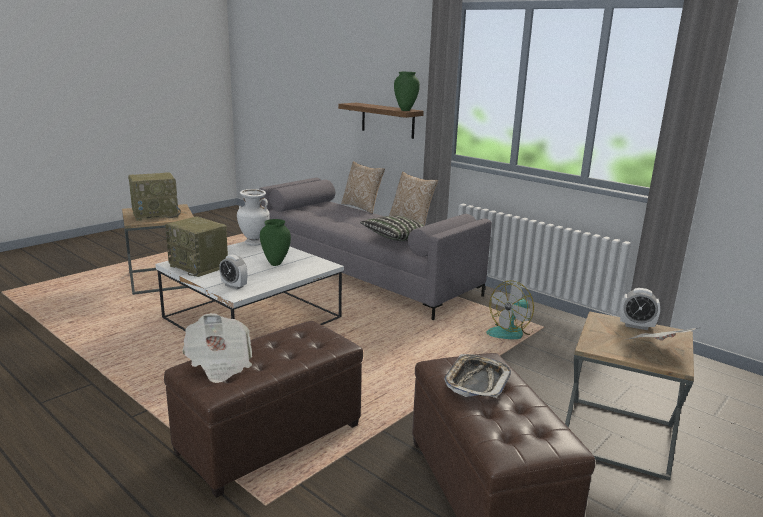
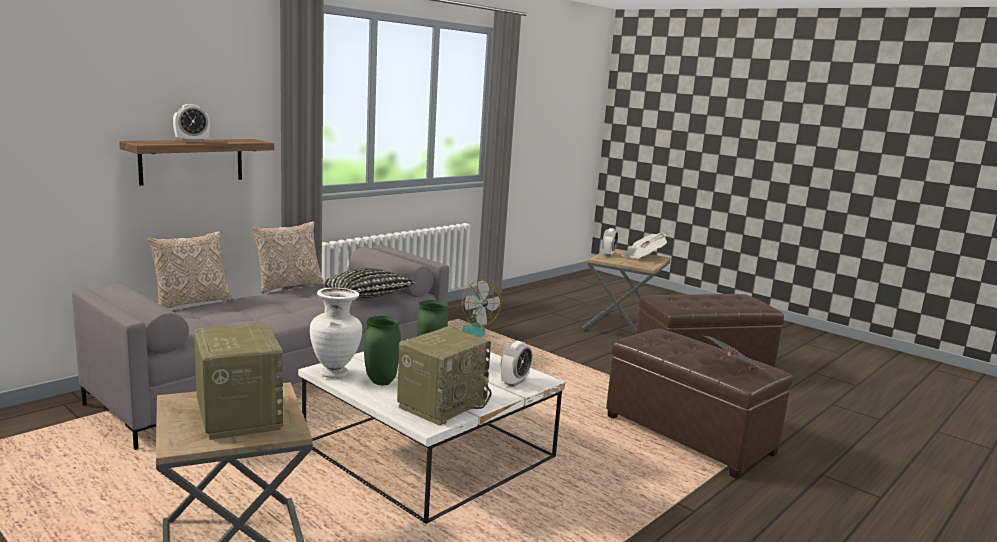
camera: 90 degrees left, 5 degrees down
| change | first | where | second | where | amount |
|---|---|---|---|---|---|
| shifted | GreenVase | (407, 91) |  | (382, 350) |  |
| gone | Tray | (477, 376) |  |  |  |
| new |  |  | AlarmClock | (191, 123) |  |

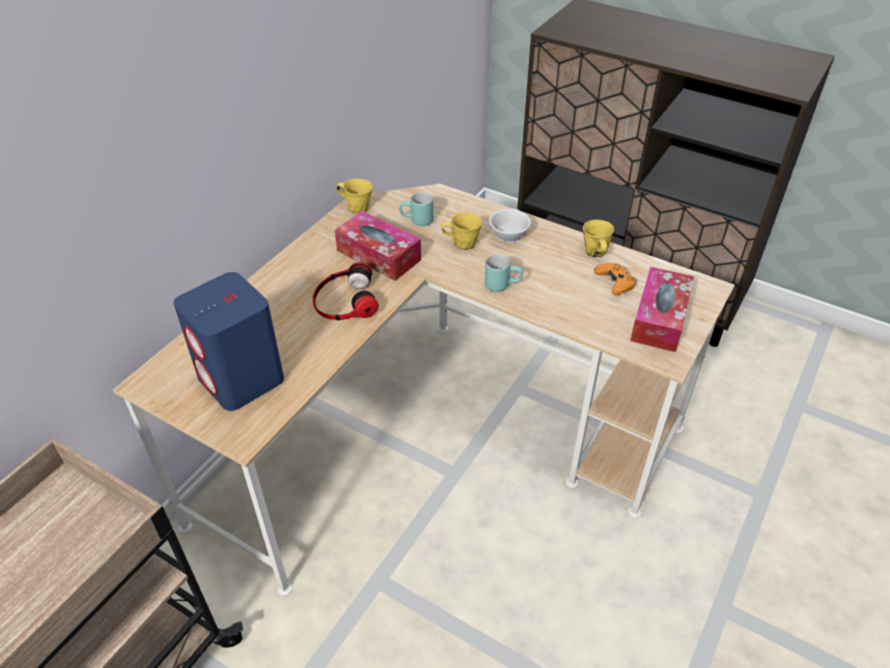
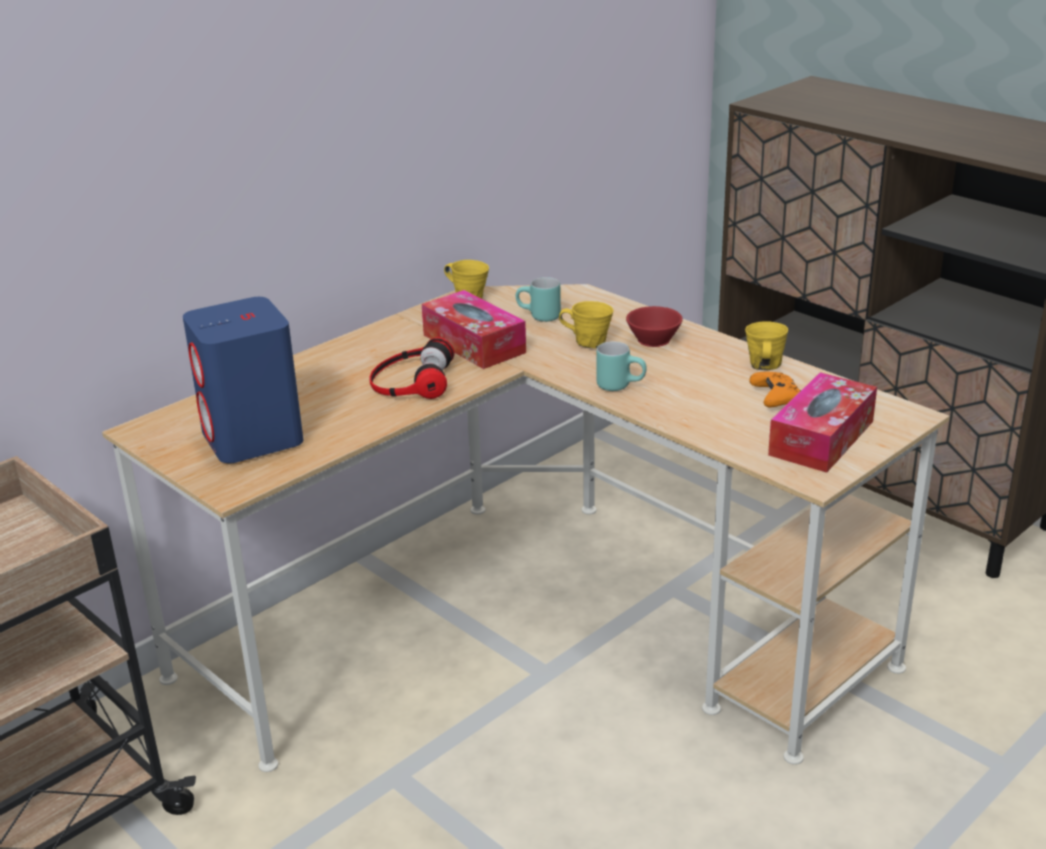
camera: 15 degrees right, 15 degrees down
| change | first | where | second | where | amount |
|---|---|---|---|---|---|
| repainted | WhiteCup | (510, 226) | RedCup | (654, 326) |  |

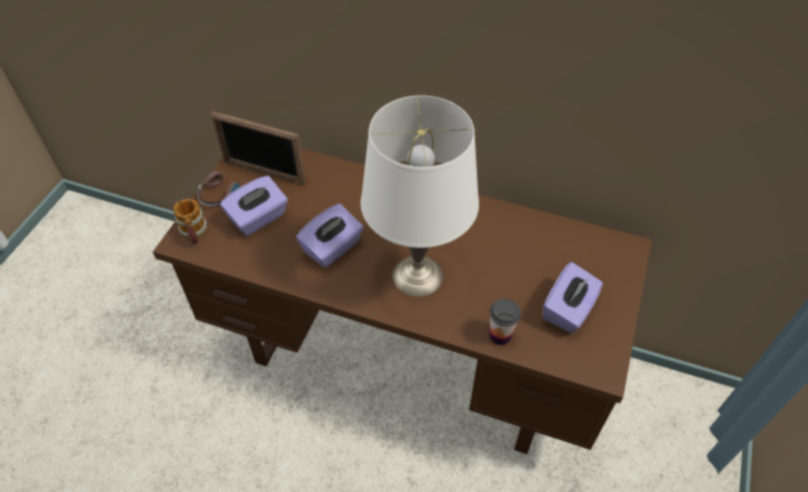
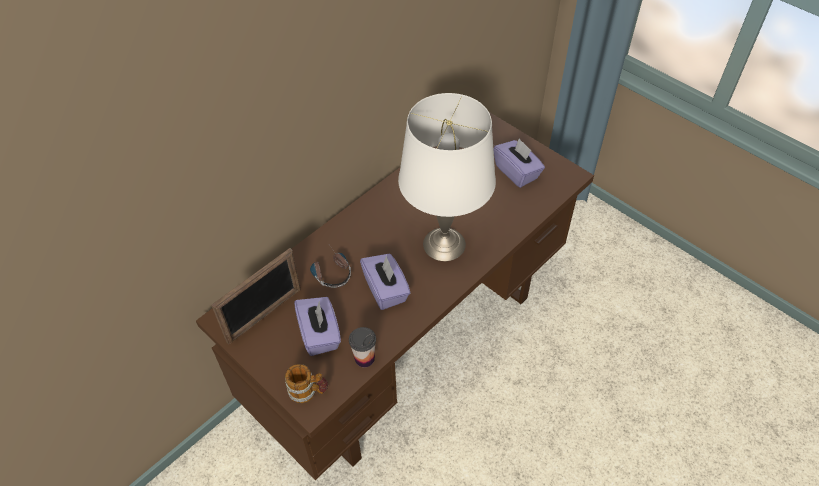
camera: 65 degrees left, 0 degrees up
| change | first | where | second | where | amount |
|---|---|---|---|---|---|
| shifted | Headphones | (223, 188) |  | (330, 270) |  |
| shifted | Cup | (505, 322) |  | (362, 347) |  |

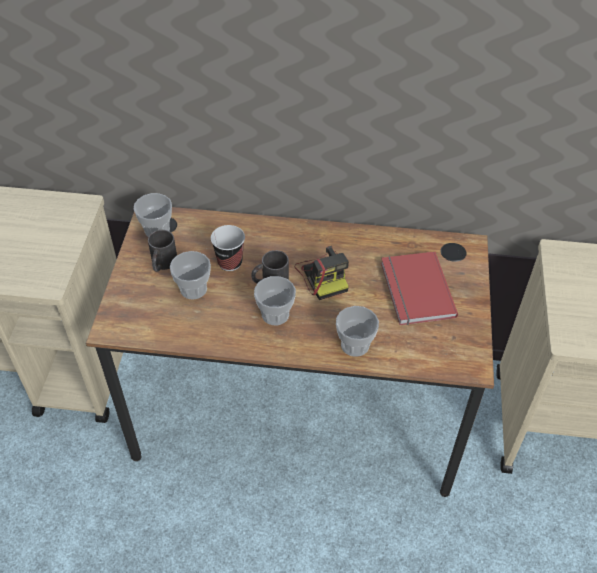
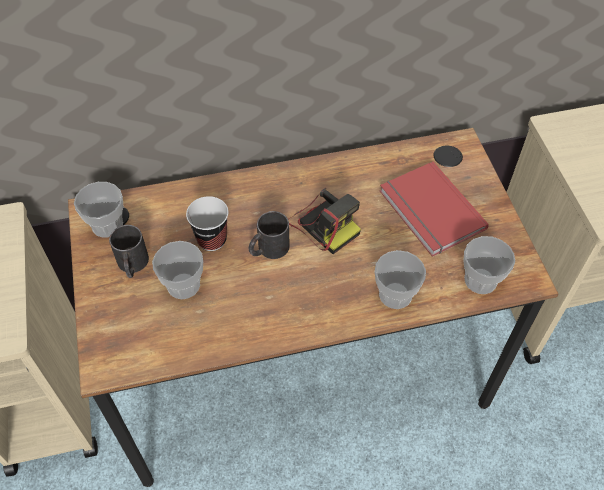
camera: 20 degrees left, 5 degrees up
| change | first | where | second | where | amount |
|---|---|---|---|---|---|
| shifted | Cup | (275, 300) |  | (489, 265) |  |

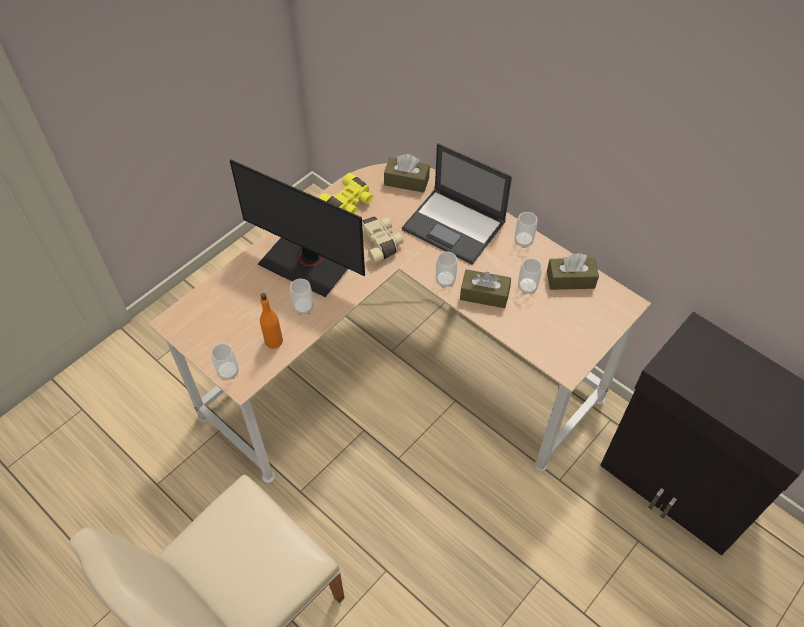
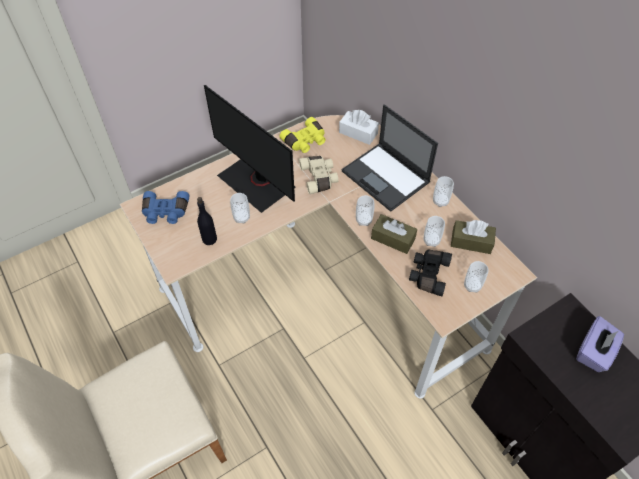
camera: 15 degrees right, 0 degrees up
| change | first | where | second | where | amount |
|---|---|---|---|---|---|
| shifted | Cup | (225, 361) |  | (476, 277) |  |
| repainted | OrangeBottle | (271, 321) | BlackBottle | (207, 221) |  |
| repainted | BrownTissueBox | (407, 173) | WhiteTissueBox | (359, 127) |  |
| new |  |  | BlueBinoculars | (165, 207) |  |
| new |  |  | BlackBinoculars | (430, 273) |  |
| new |  |  | PurpleTissueBox | (600, 344) |  |

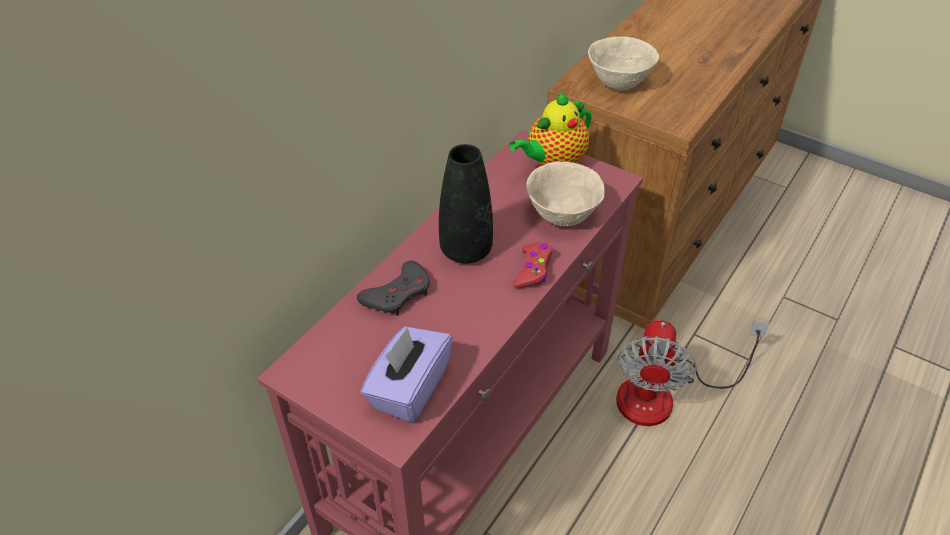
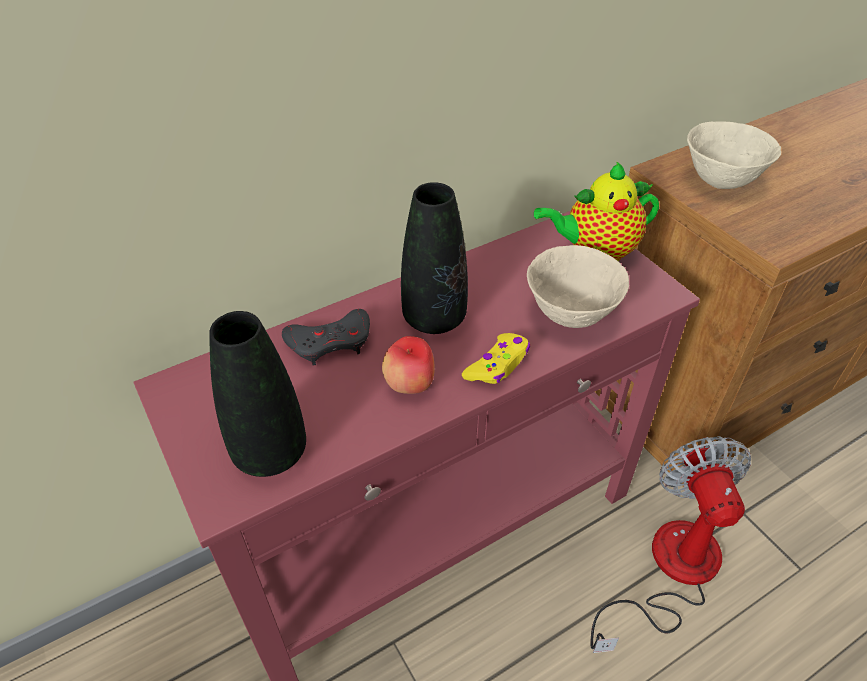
camera: 25 degrees right, 0 degrees up
| change | first | where | second | where | amount |
|---|---|---|---|---|---|
| swapped | PurpleTissueBox | (407, 374) | BlackVase | (257, 394) |  |
| repainted | RedGameController | (533, 265) | YellowGameController | (496, 358) |  |
| rotated | Fan | (692, 373) |  | (670, 544) | 135 degrees clockwise |
| new |  |  | Apple | (408, 365) |  |

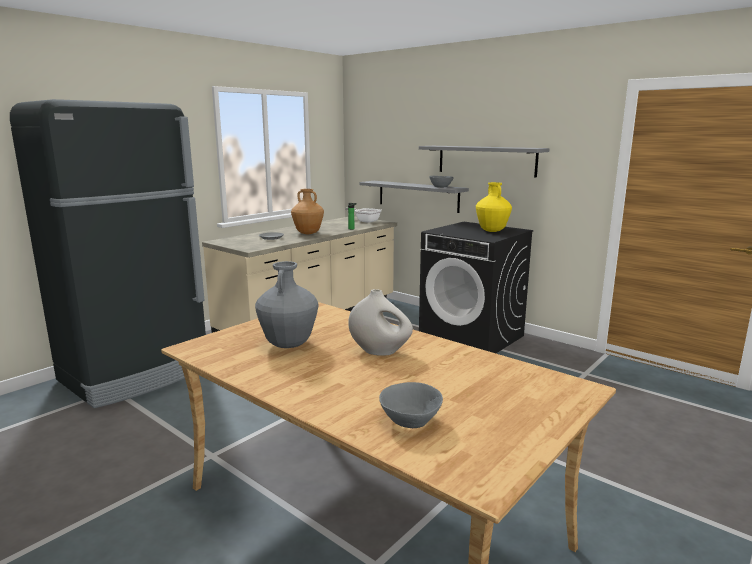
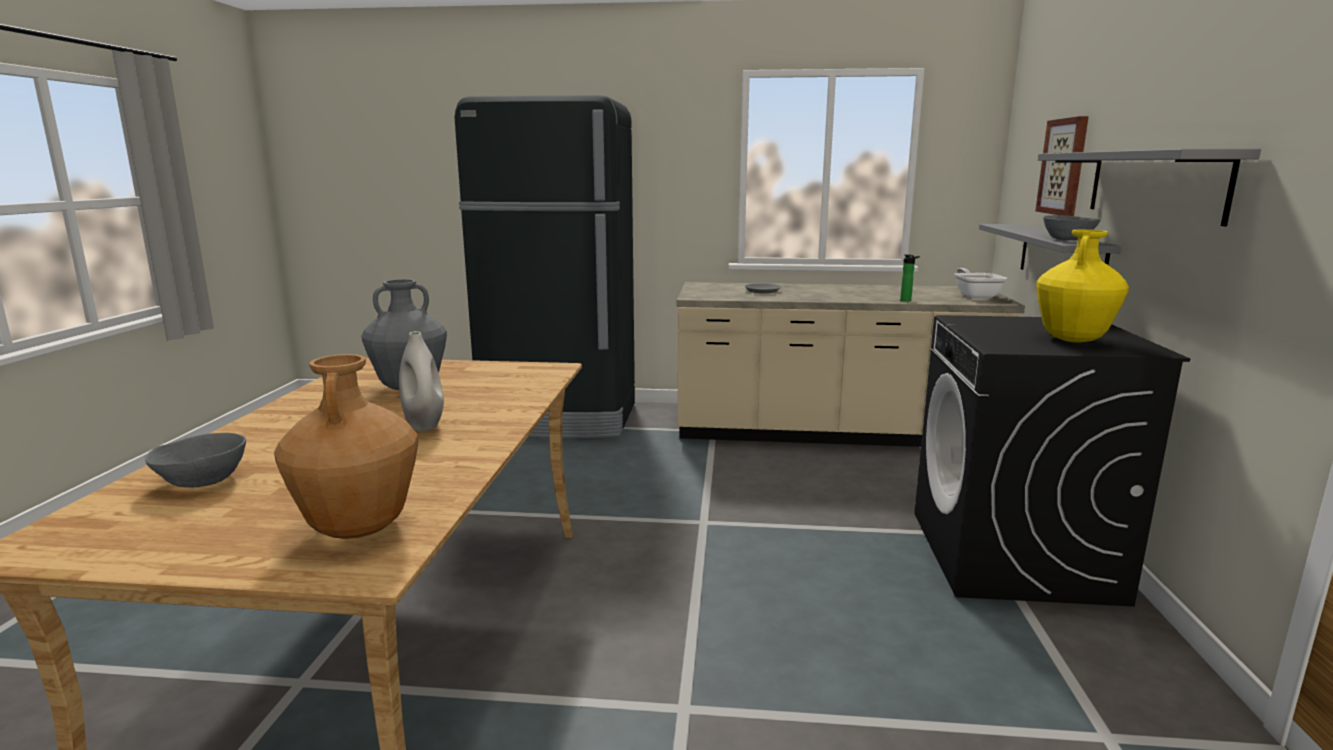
camera: 55 degrees right, 0 degrees up
| change | first | where | second | where | amount |
|---|---|---|---|---|---|
| shifted | BrownVase | (307, 211) |  | (346, 446) |  |
| new |  |  | Picture | (1062, 166) |  |

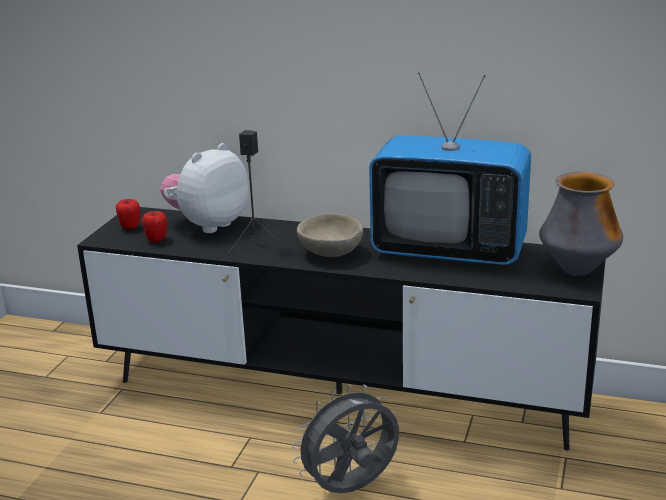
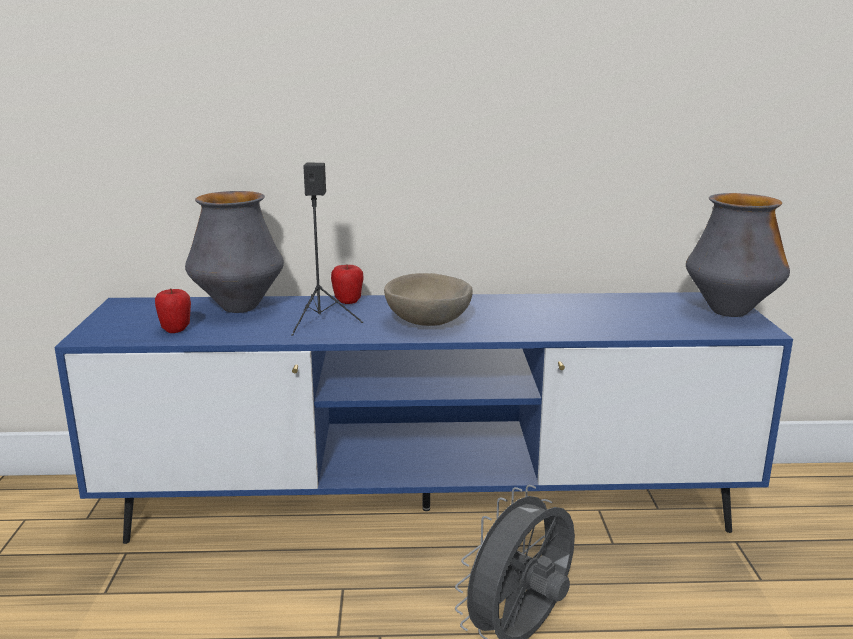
camera: 20 degrees left, 5 degrees down
| change | first | where | second | where | amount |
|---|---|---|---|---|---|
| repainted | BlackTvStand | (341, 328) | BlueTvStand | (423, 418) |  |
| shifted | Apple | (128, 214) |  | (347, 284) |  |
| swapped | PlushToy | (204, 188) | Vase | (234, 252) |  |
| gone | Television | (450, 168) |  |  |  |

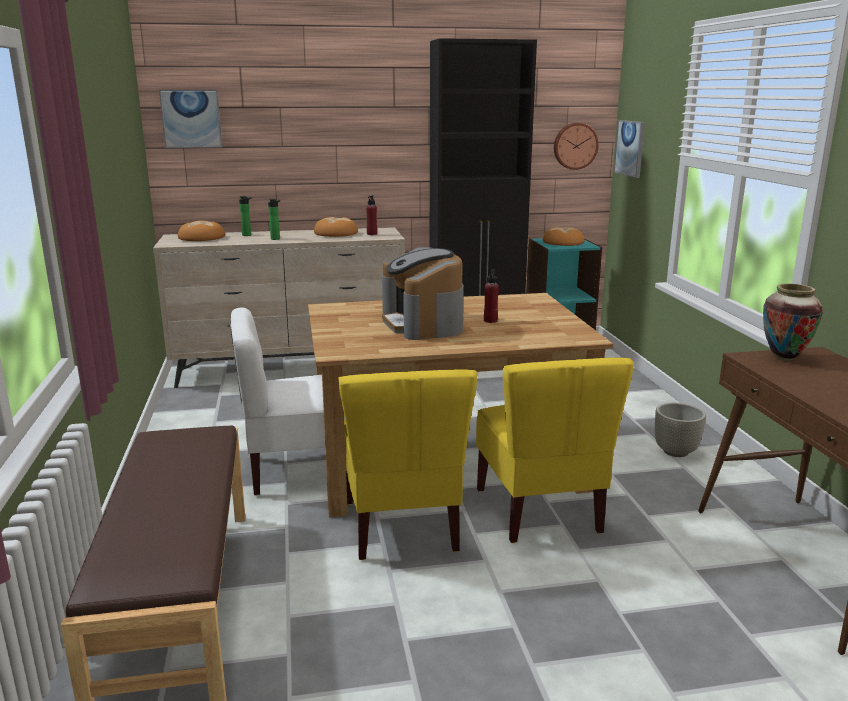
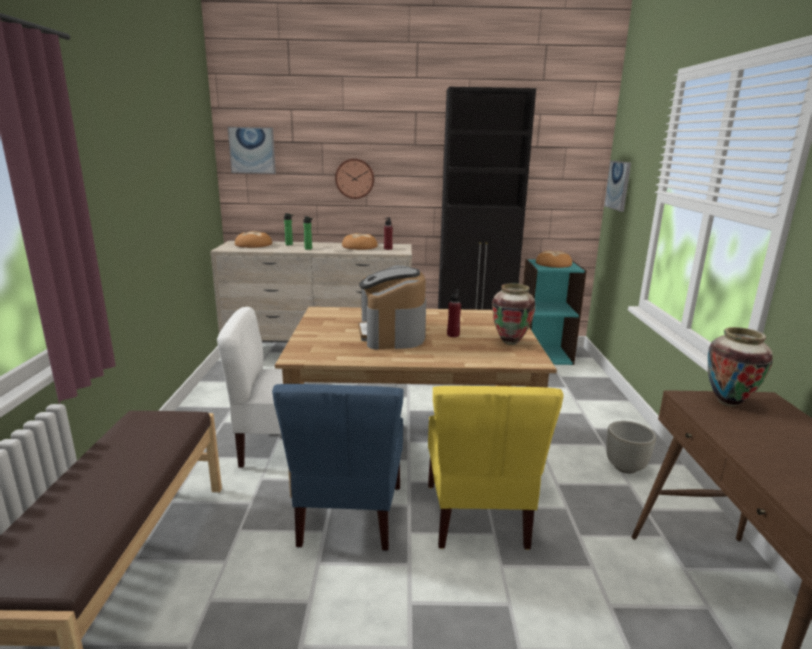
camera: 10 degrees right, 0 degrees up
| change | first | where | second | where | amount |
|---|---|---|---|---|---|
| repainted | YellowChair | (408, 464) | BlueChair | (338, 467) |  |
| shifted | WallClock | (576, 146) |  | (354, 178) |  |
| new |  |  | Vase | (514, 314) |  |

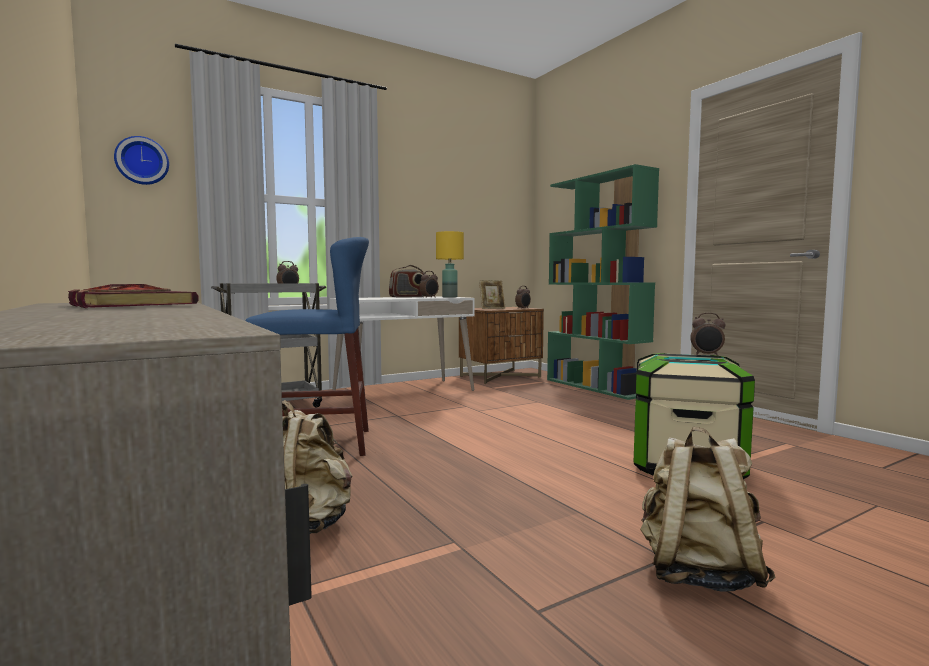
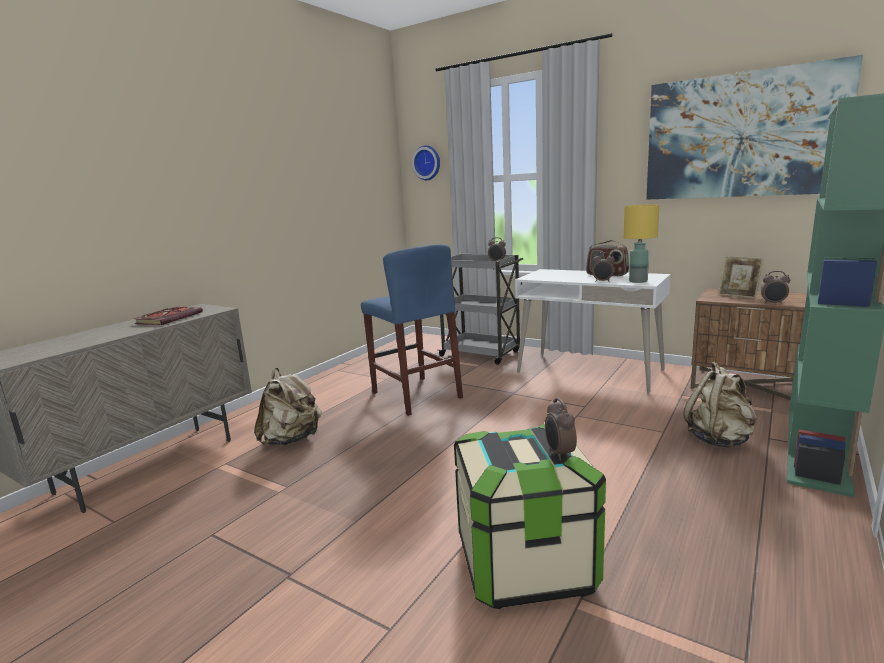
camera: 65 degrees right, 10 degrees up
| change | first | where | second | where | amount |
|---|---|---|---|---|---|
| shifted | BeigeBackpack | (707, 509) |  | (720, 404) |  |
| new |  |  | Picture | (754, 127) |  |

